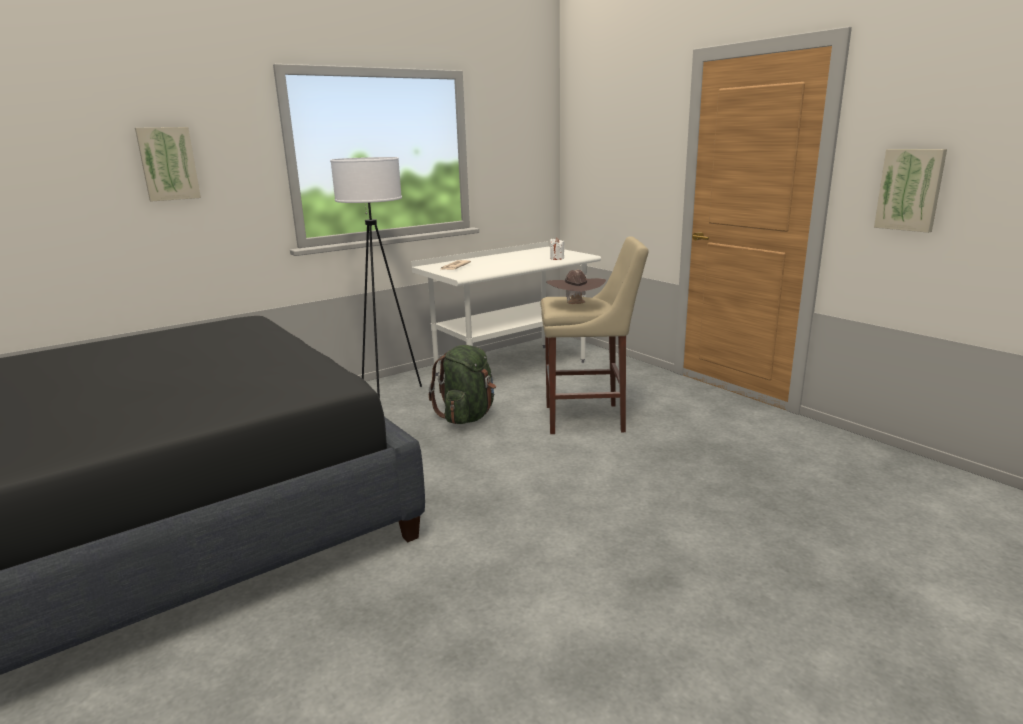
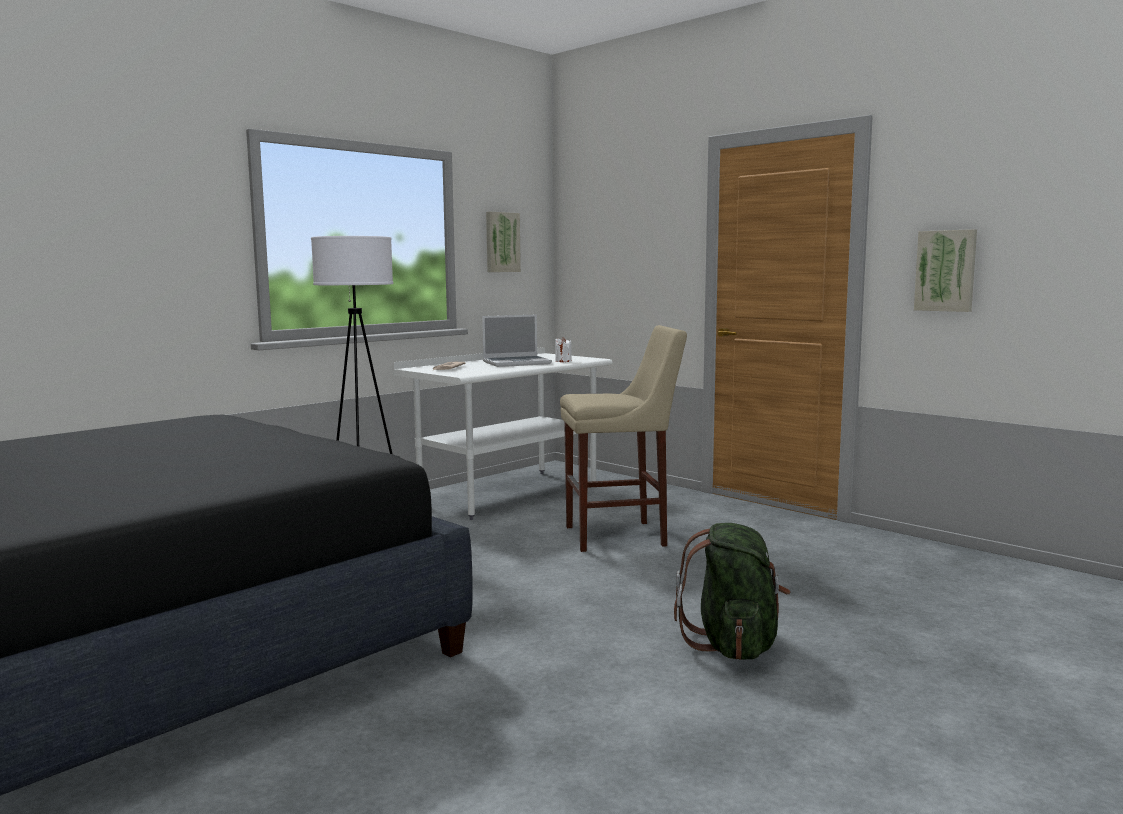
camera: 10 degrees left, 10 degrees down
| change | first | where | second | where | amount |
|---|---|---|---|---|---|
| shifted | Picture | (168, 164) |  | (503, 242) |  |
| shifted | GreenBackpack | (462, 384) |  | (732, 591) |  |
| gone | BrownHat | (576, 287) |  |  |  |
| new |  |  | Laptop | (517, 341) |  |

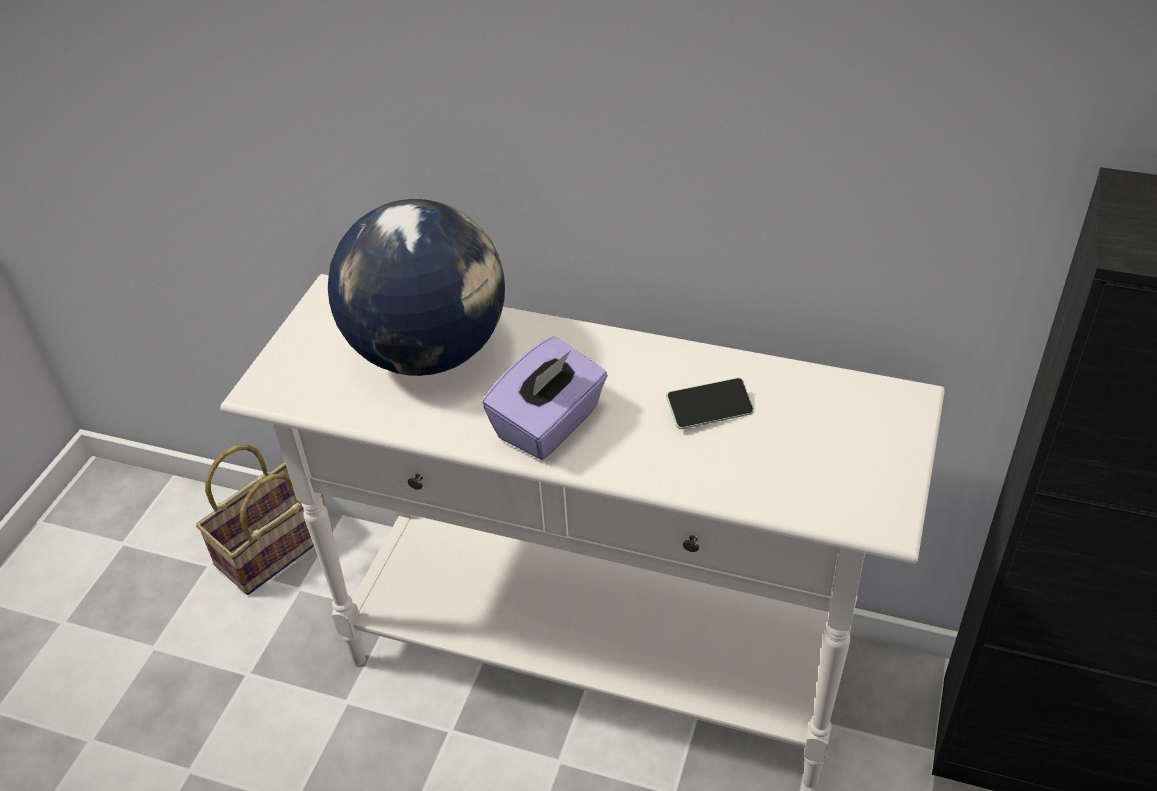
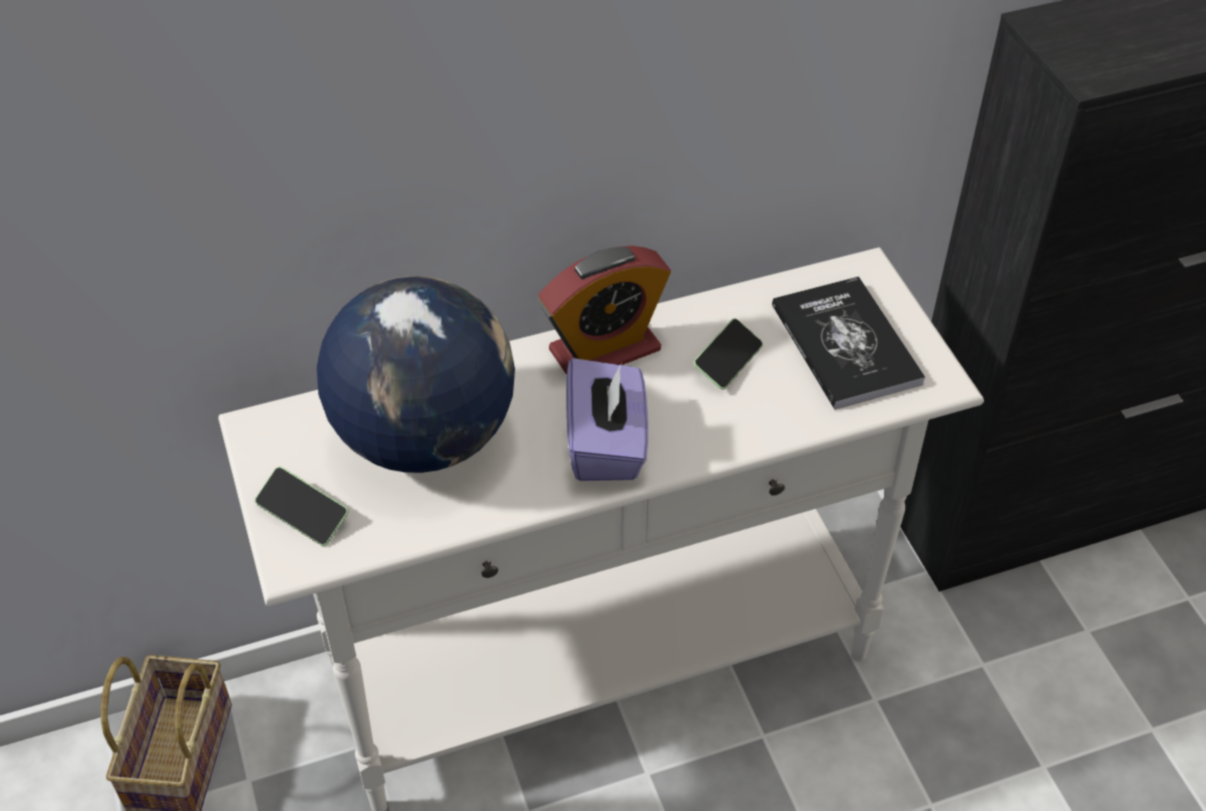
camera: 40 degrees left, 5 degrees up
| change | first | where | second | where | amount |
|---|---|---|---|---|---|
| new |  |  | Phone | (301, 506) |  |
| new |  |  | AlarmClock | (604, 310) |  |
| new |  |  | Book | (848, 343) |  |

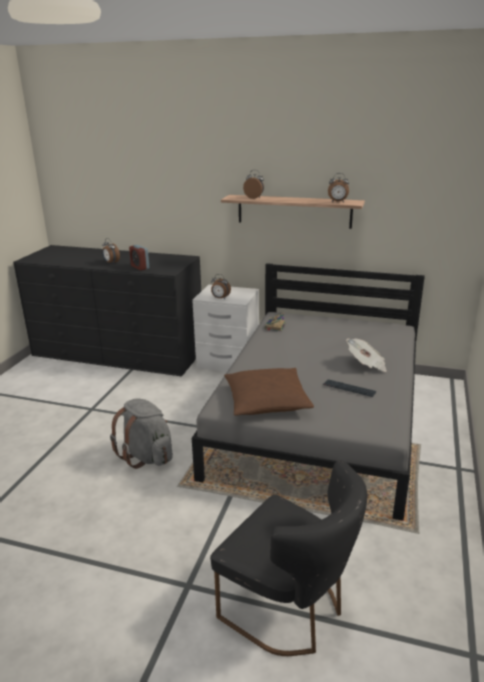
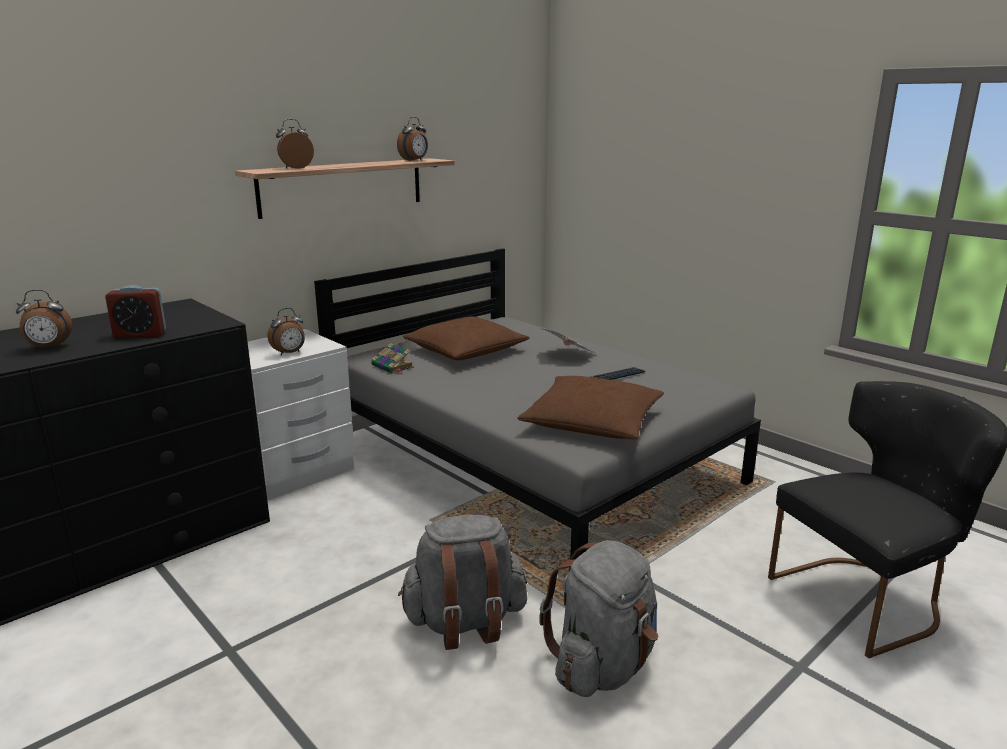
camera: 60 degrees left, 5 degrees down
| change | first | where | second | where | amount |
|---|---|---|---|---|---|
| new |  |  | BrownPillow | (466, 338) |  |
| new |  |  | GreyBackpack | (598, 618) |  |

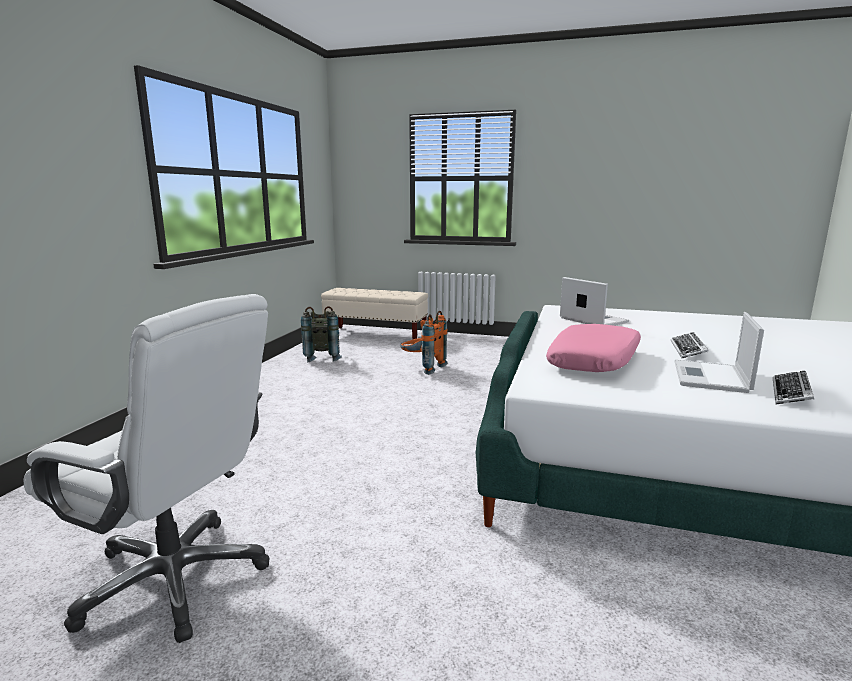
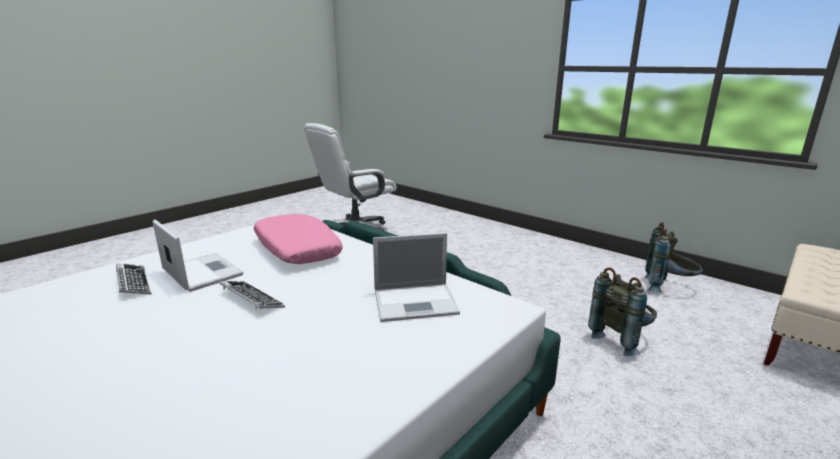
camera: 115 degrees right, 5 degrees up
| change | first | where | second | where | amount |
|---|---|---|---|---|---|
| repainted | OrangeBackpack | (423, 343) | GreyBackpack | (622, 312) |  |

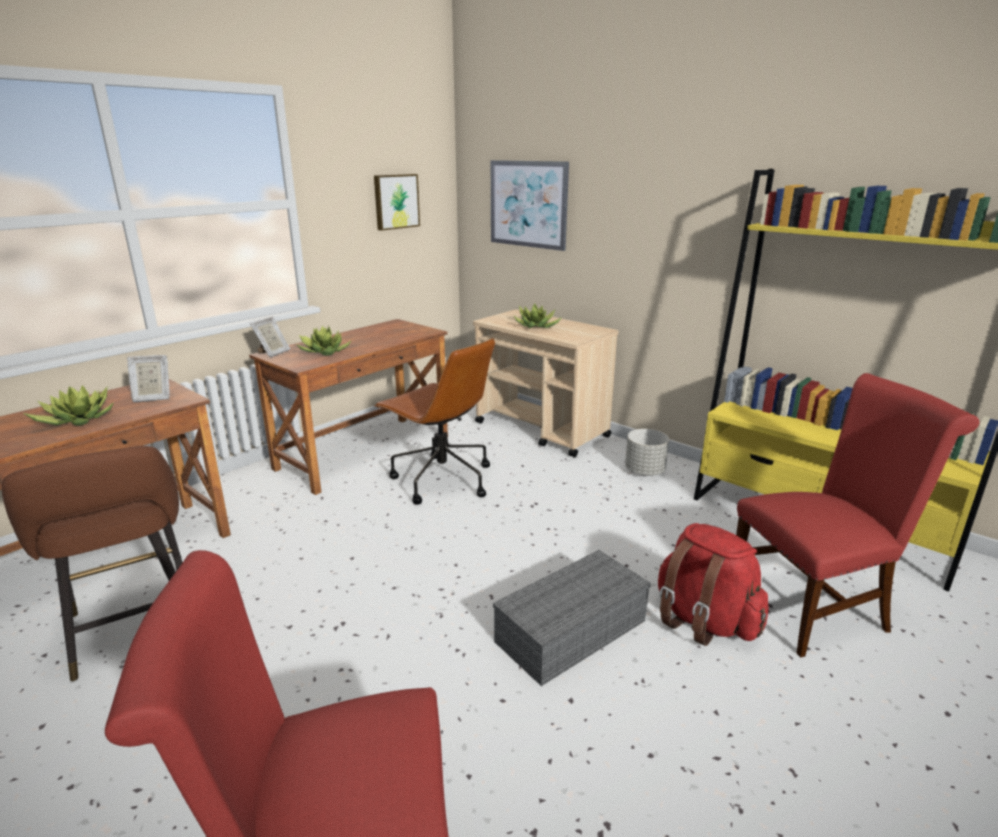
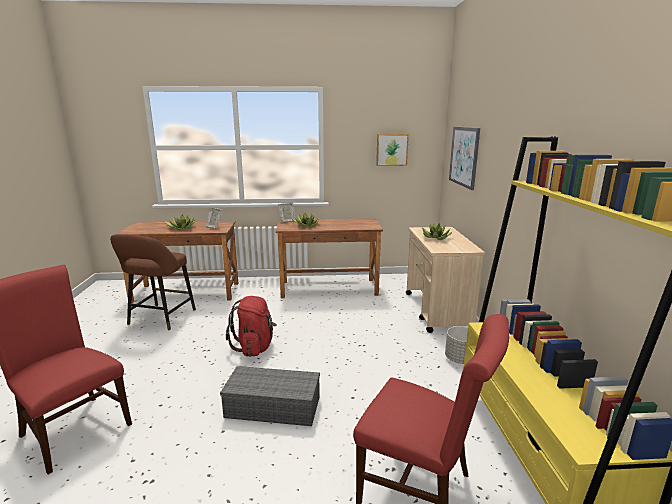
camera: 45 degrees right, 5 degrees down
| change | first | where | second | where | amount |
|---|---|---|---|---|---|
| gone | BrownOfficeChair | (434, 421) |  |  |  |
| shifted | RedBackpack | (713, 584) |  | (251, 326) |  |

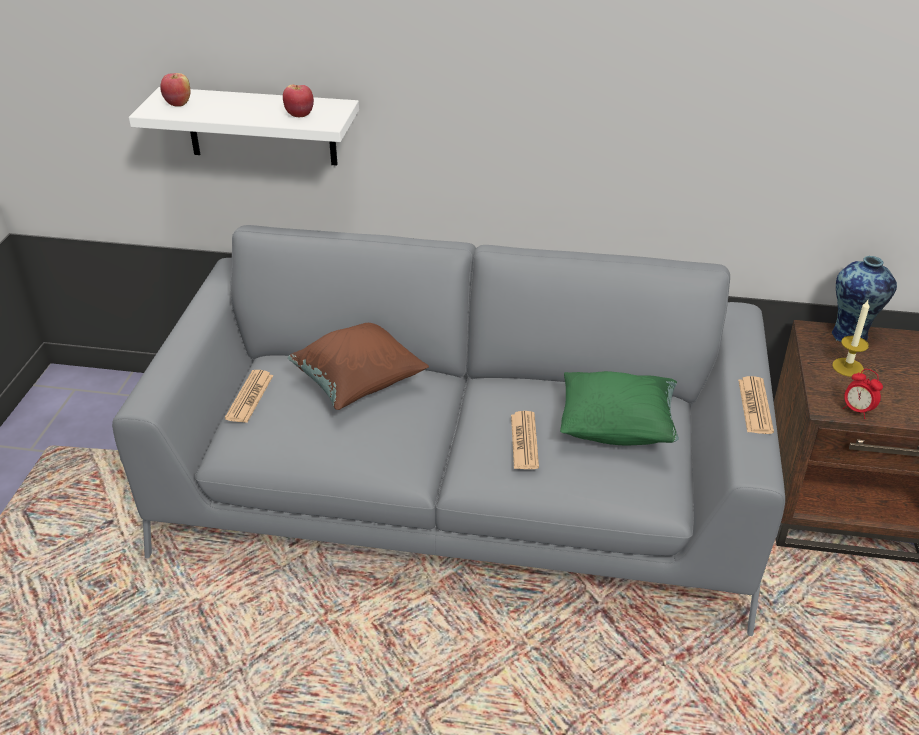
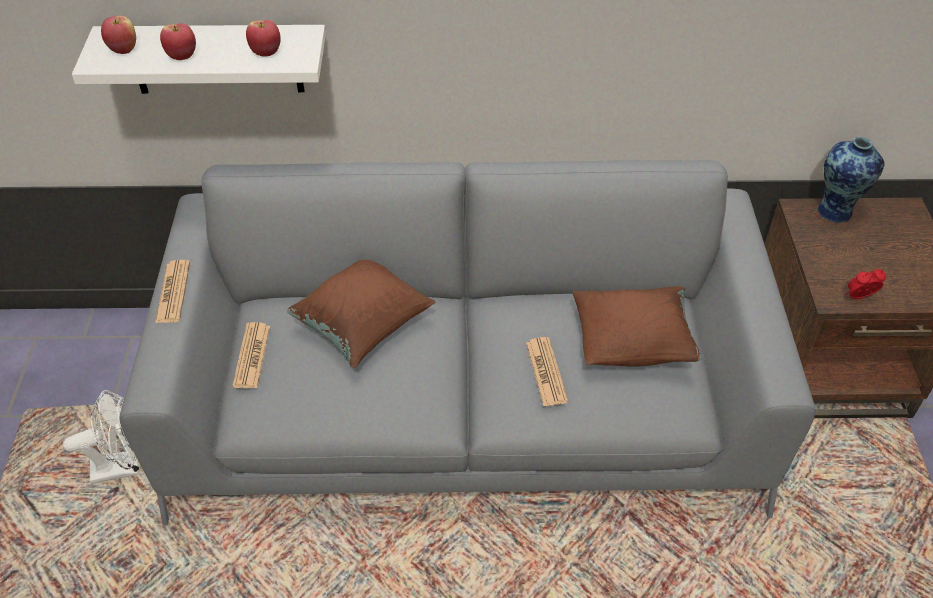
camera: 10 degrees left, 10 degrees up
| change | first | where | second | where | amount |
|---|---|---|---|---|---|
| repainted | GreenPillow | (619, 408) | BrownPillow | (637, 326) |  |
| shifted | Newspaper | (756, 405) |  | (172, 291) |  |
| gone | Candle | (851, 338) |  |  |  |
| rotated | AlarmClock | (863, 394) |  | (866, 284) | 135 degrees clockwise |
| new |  |  | WhiteFan | (101, 437) |  |
| new |  |  | Apple | (178, 41) |  |

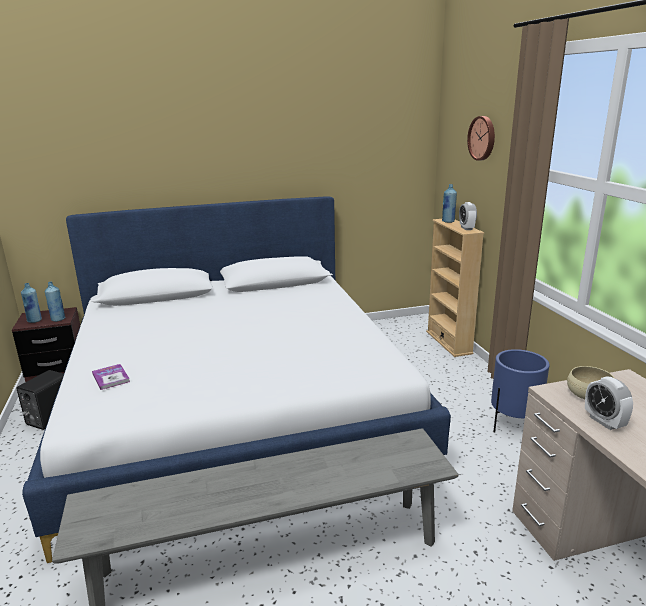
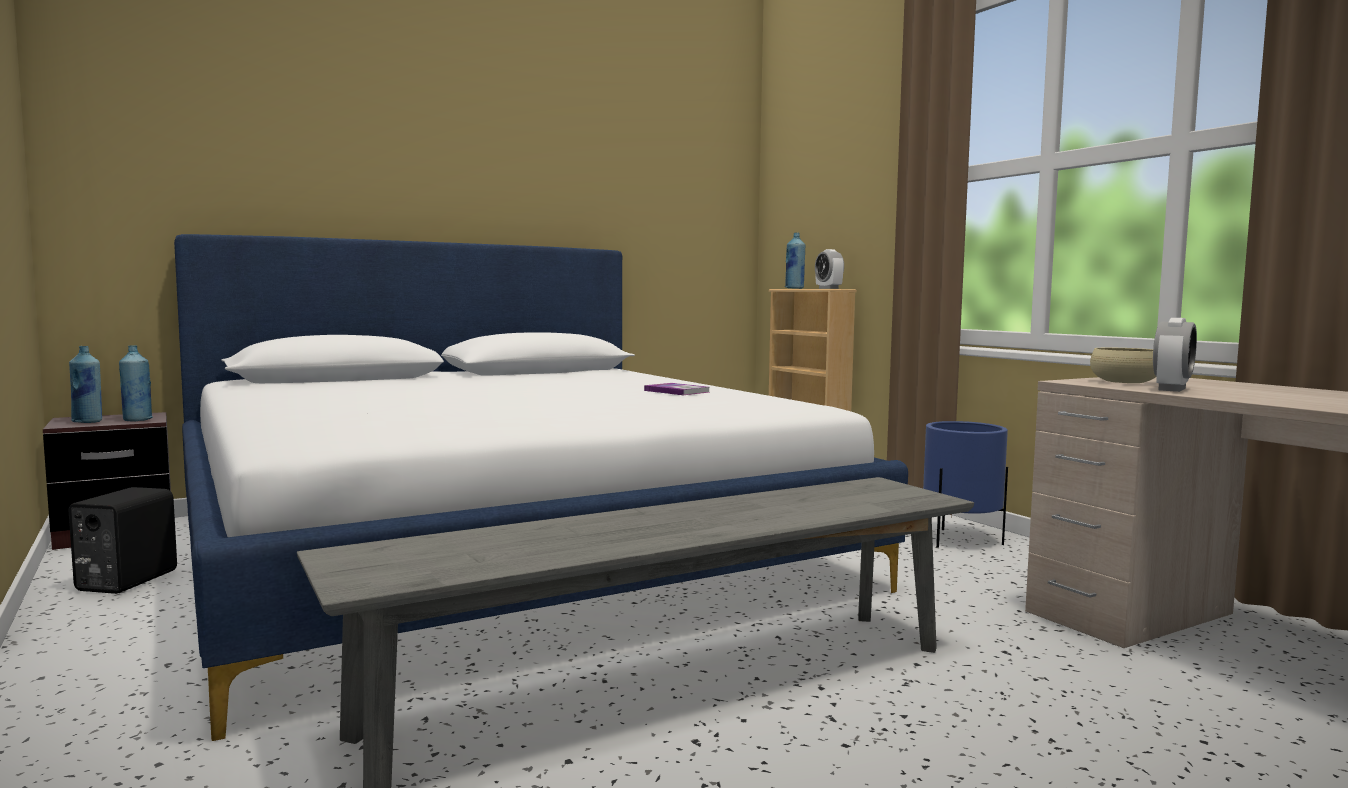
camera: 15 degrees left, 15 degrees down
| change | first | where | second | where | amount |
|---|---|---|---|---|---|
| shifted | Book | (111, 377) |  | (676, 389) |  |
| gone | WallClock | (481, 138) |  |  |  |
| rotated | AlarmClock | (609, 403) |  | (1175, 355) | 105 degrees counterclockwise |

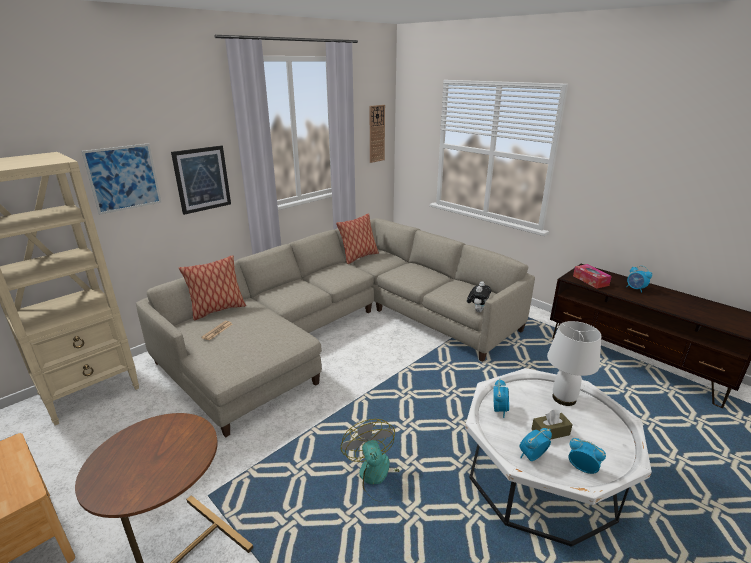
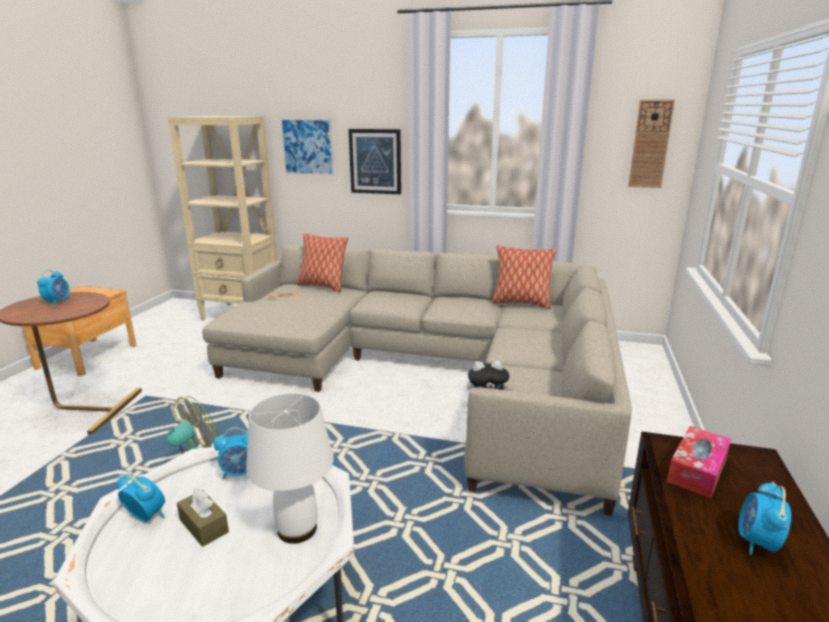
camera: 60 degrees right, 5 degrees down
| change | first | where | second | where | amount |
|---|---|---|---|---|---|
| shifted | AlarmClock | (587, 456) |  | (53, 288) |  |

